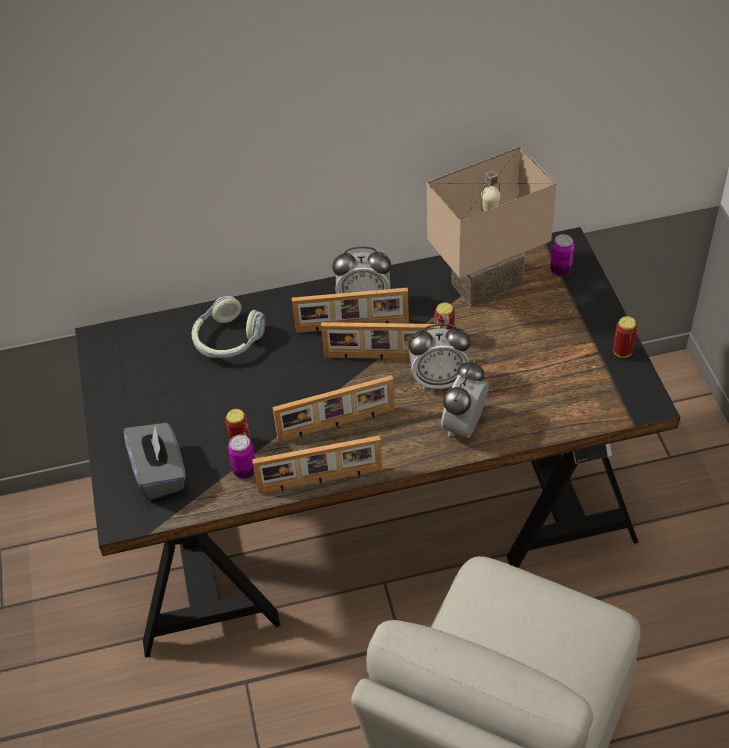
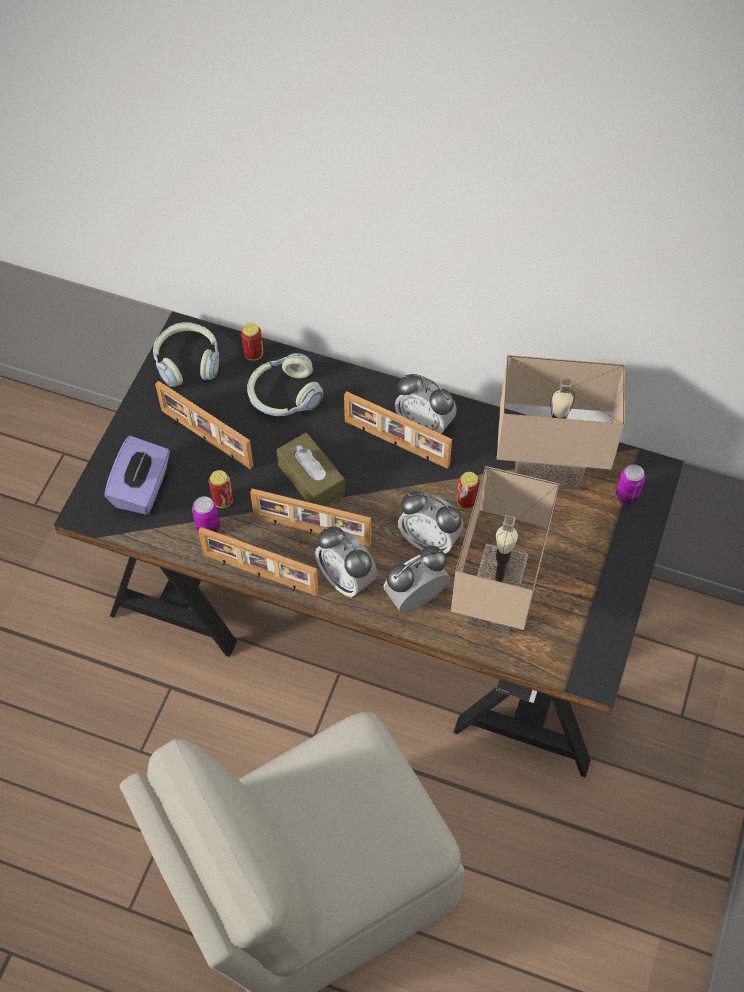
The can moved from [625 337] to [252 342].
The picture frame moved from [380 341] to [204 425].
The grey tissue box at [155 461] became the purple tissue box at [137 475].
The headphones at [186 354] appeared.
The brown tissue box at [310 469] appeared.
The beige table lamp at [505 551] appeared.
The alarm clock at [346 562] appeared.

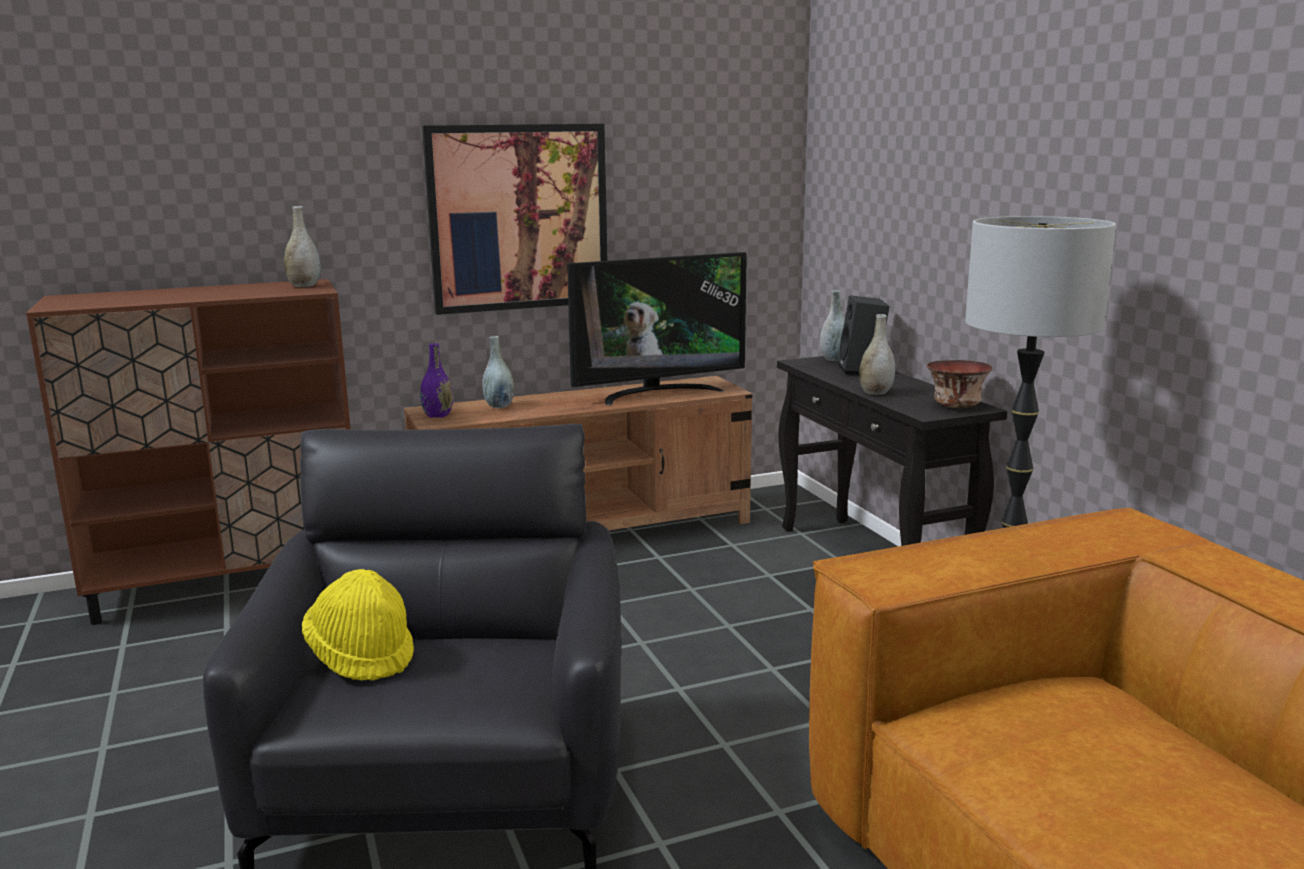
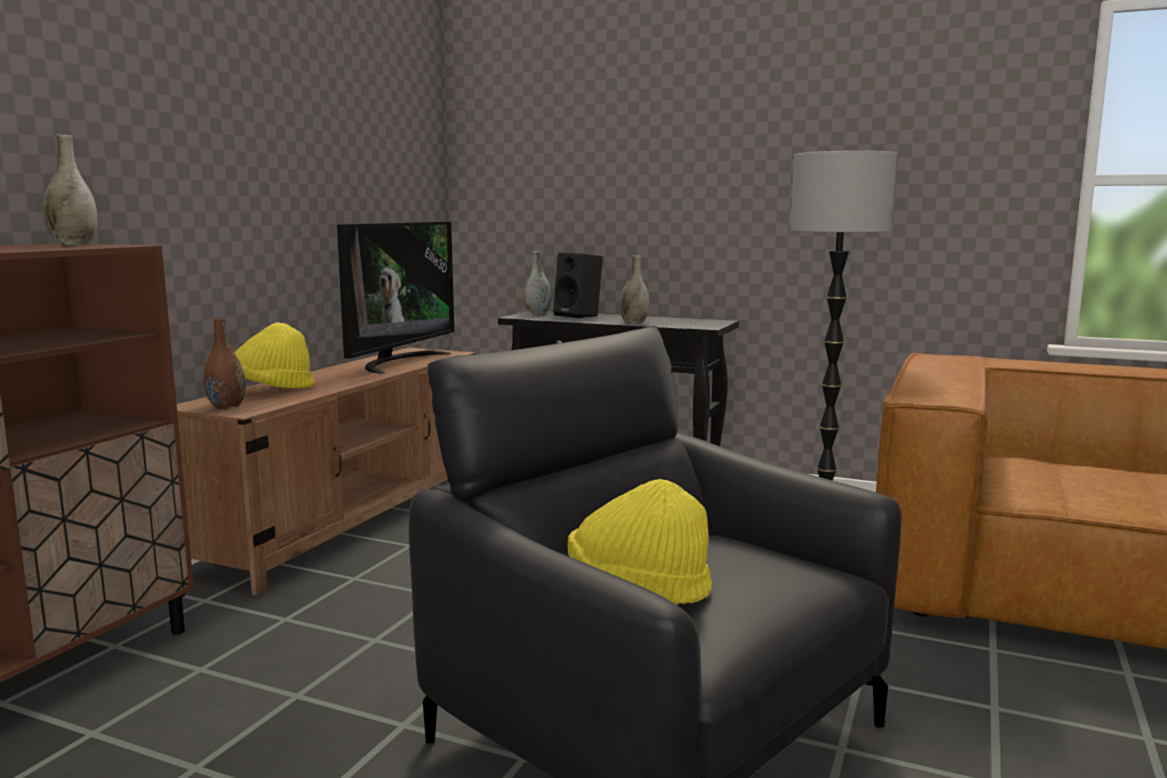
The picture at [514 219] disappeared.
The grey vase at [498 372] was replaced by the yellow hat at [275 355].
The purple vase at [436 380] became the brown vase at [225 363].
The bowl at [959 384] disappeared.

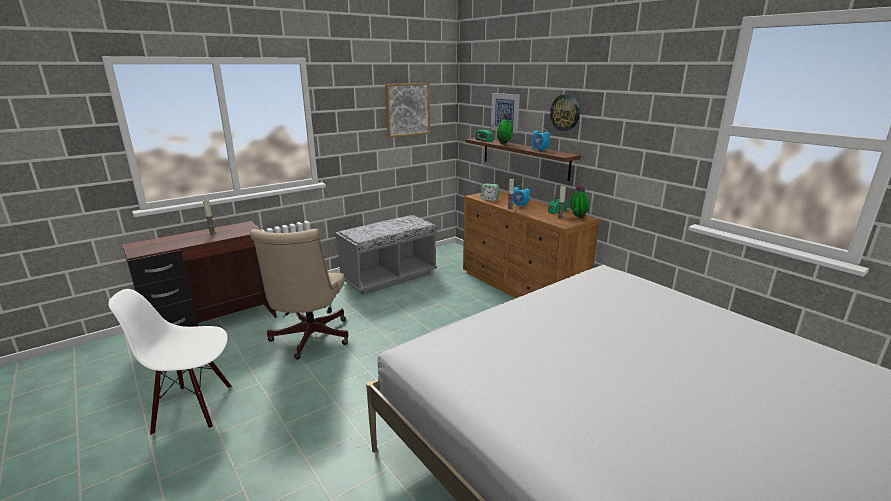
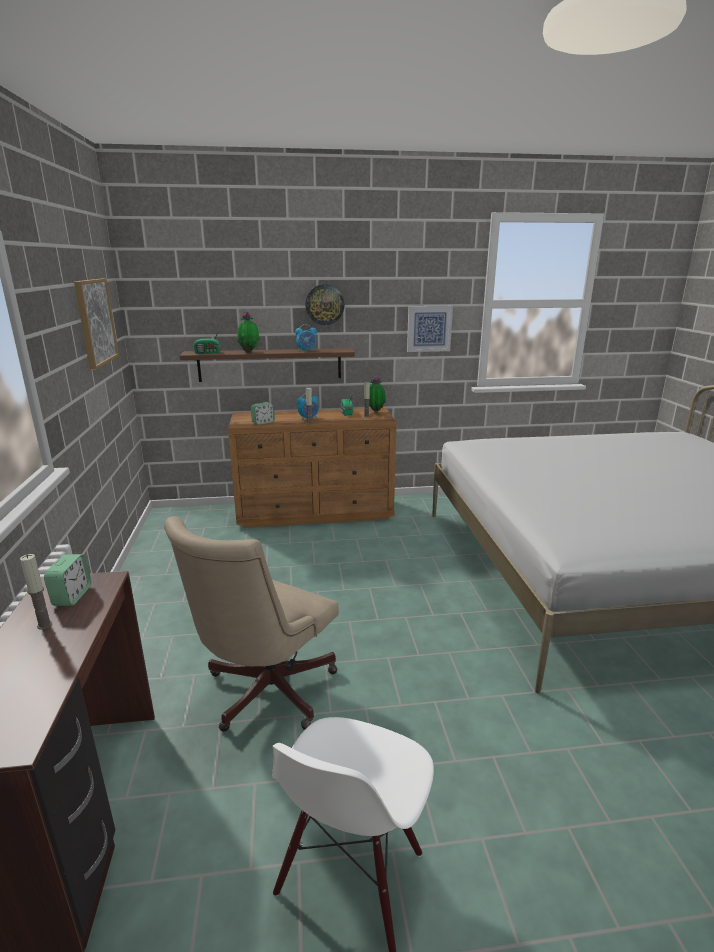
The picture moved from [505 113] to [430 329].
The grey bench at [386 255] disappeared.
The beige office chair at [299 294] turned 90 degrees clockwise.
The alarm clock at [67 580] appeared.

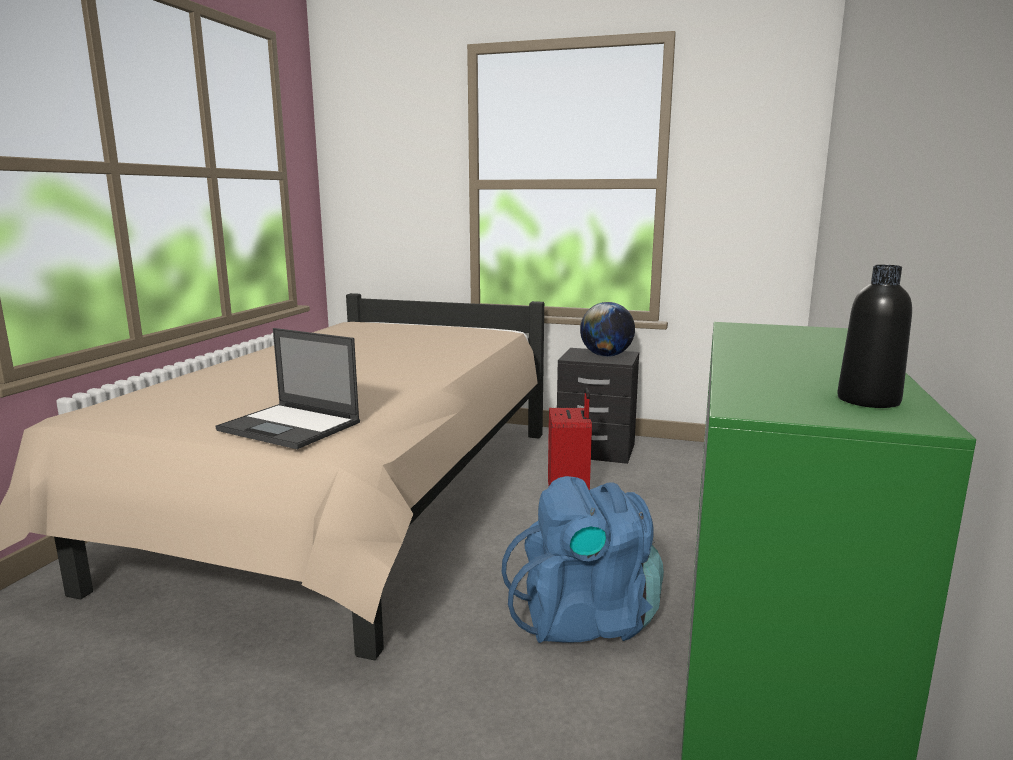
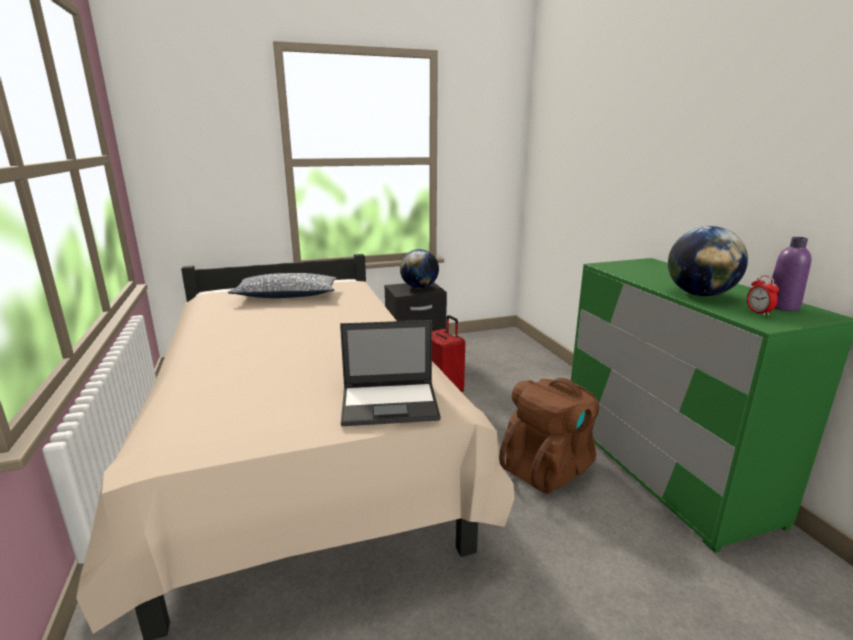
The black bottle at [874 336] became the purple bottle at [791 274].
The blue backpack at [583 559] became the brown backpack at [549 436].
The globe at [708 261] appeared.
The pillow at [282 285] appeared.
The alarm clock at [763 295] appeared.

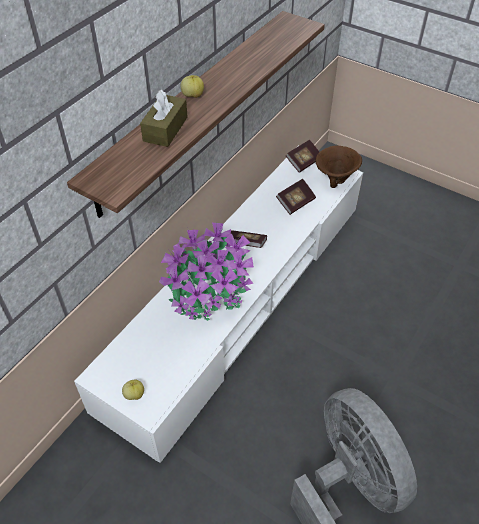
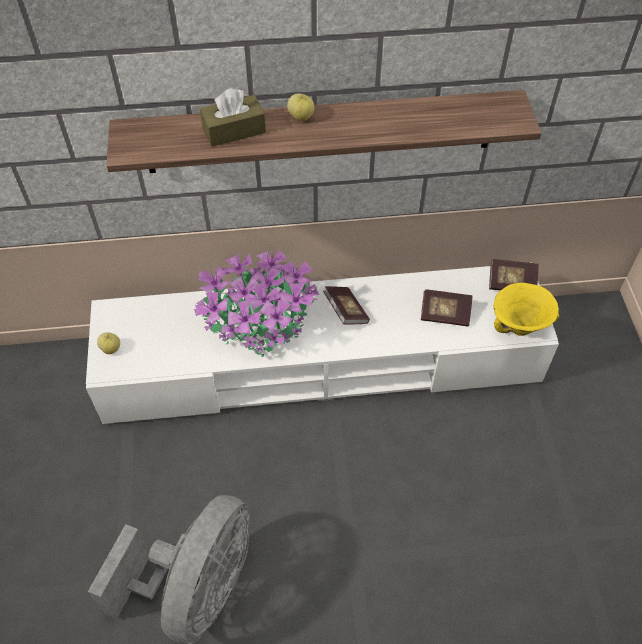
The brown bowl at [339 167] became the yellow bowl at [526 309].

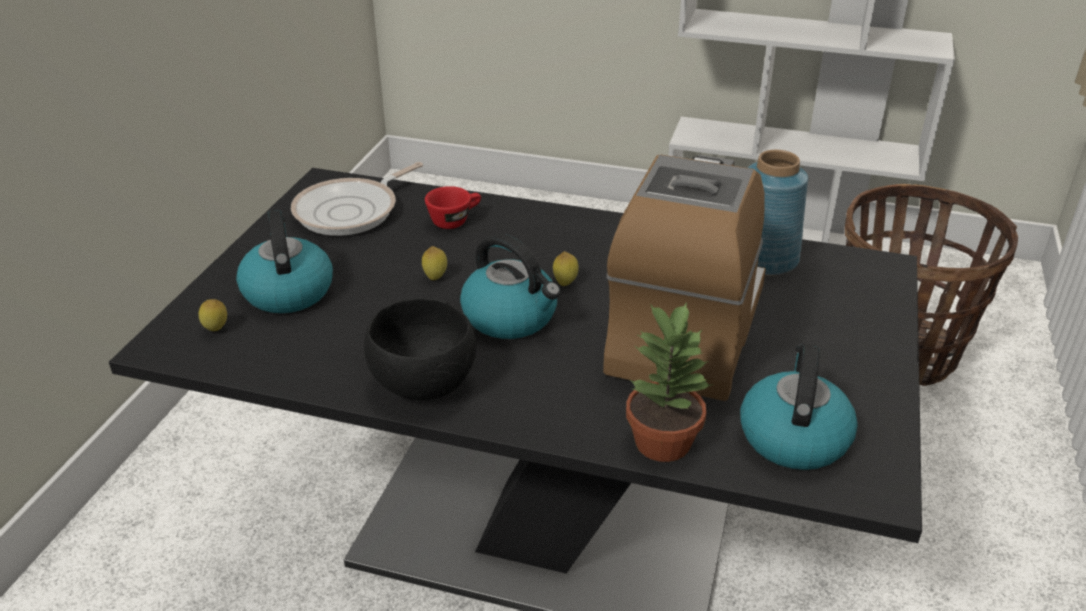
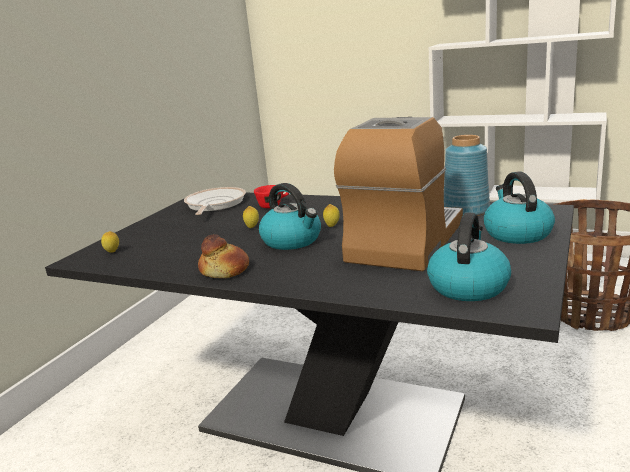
The frying pan at [357 199] turned 135 degrees clockwise.
The kettle moved from [284 261] to [519 208].
The black bowl at [420 349] was replaced by the bread at [223 256].
The potted plant at [670 382] disappeared.

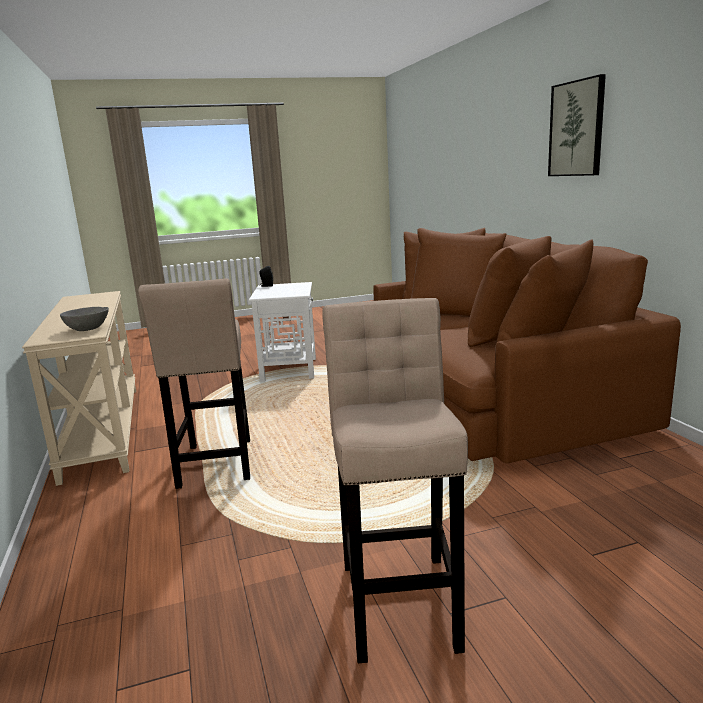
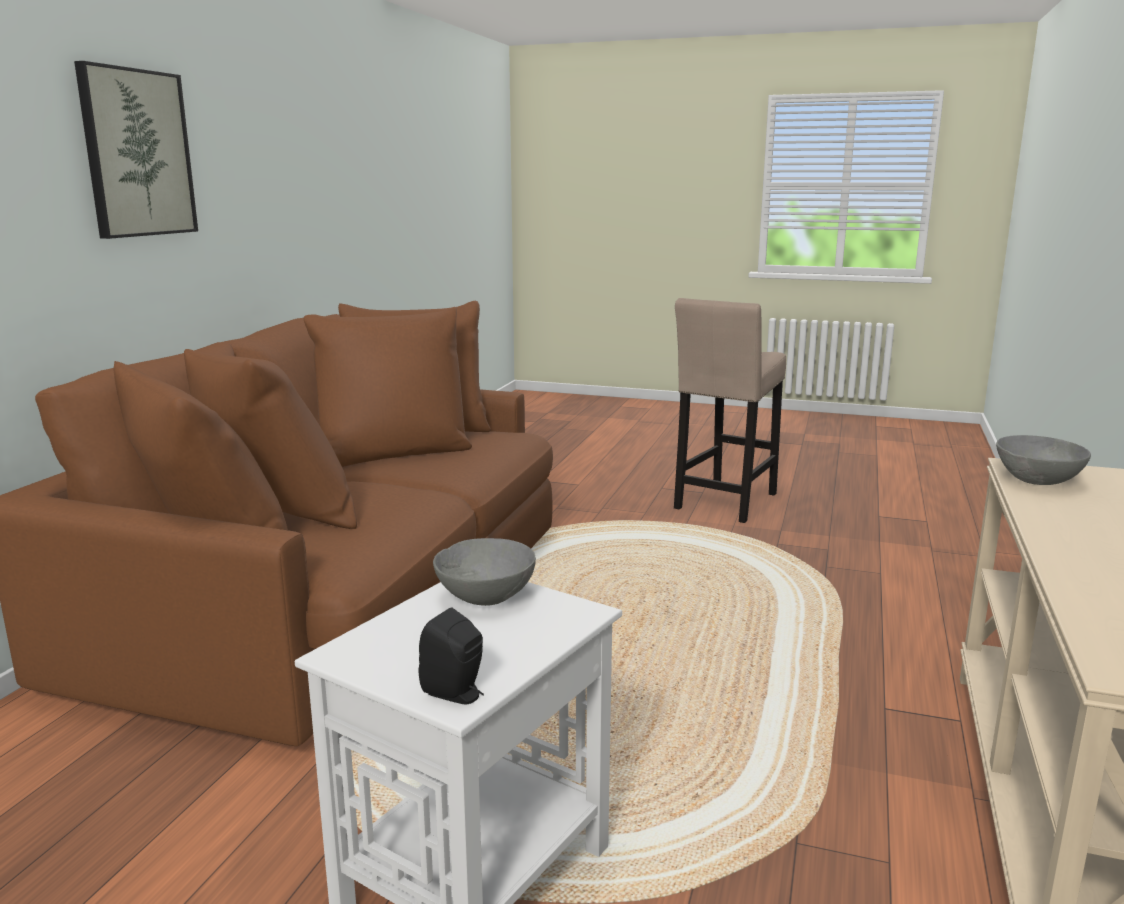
The beige stool at [194 384] disappeared.
The grey bowl at [484 572] appeared.

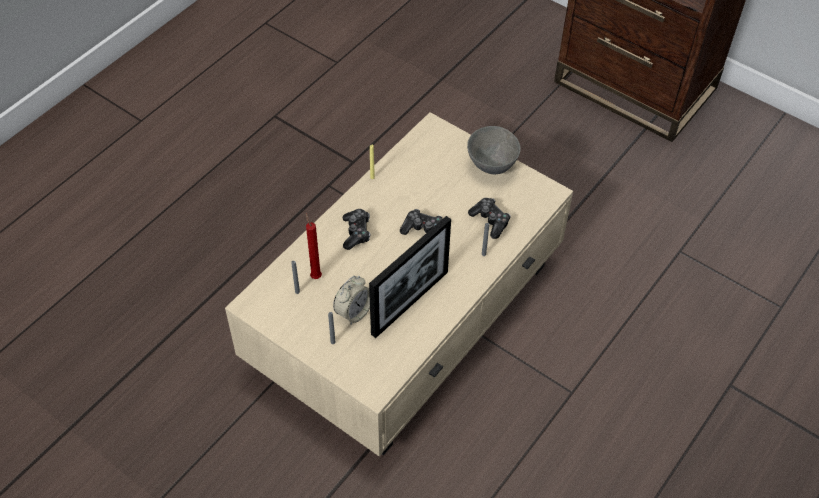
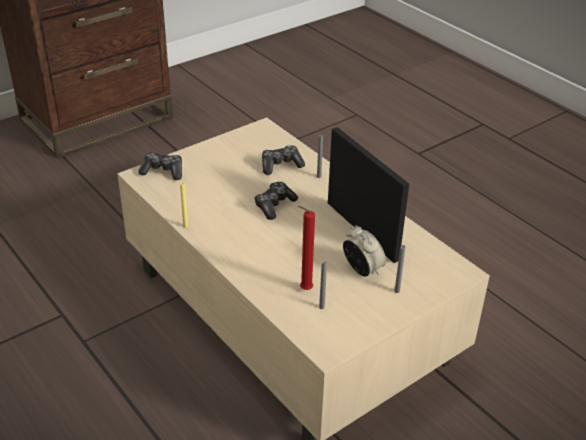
The grey bowl at [494 150] disappeared.
The game controller moved from [356 229] to [160 166].

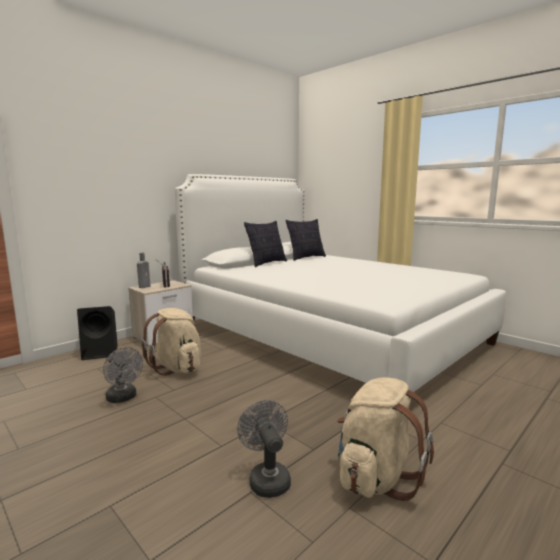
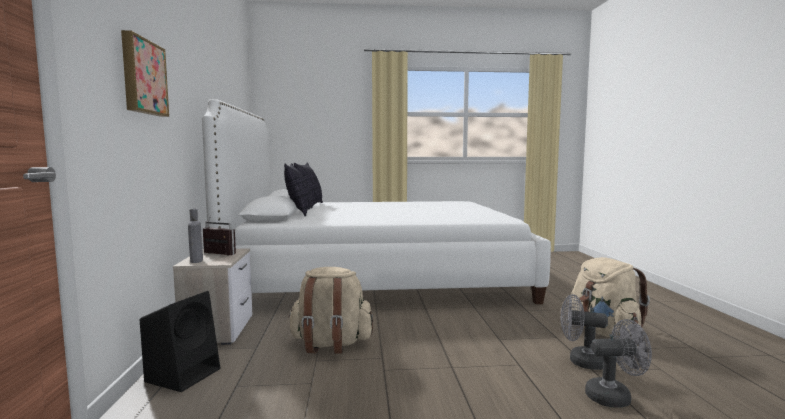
The grey fan moved from [123 375] to [618 363].
The picture at [145 73] appeared.

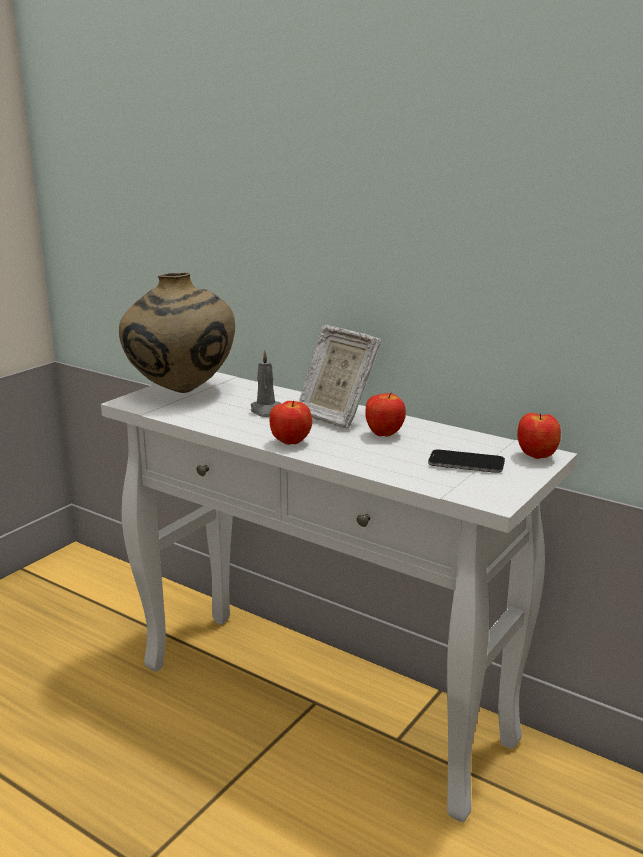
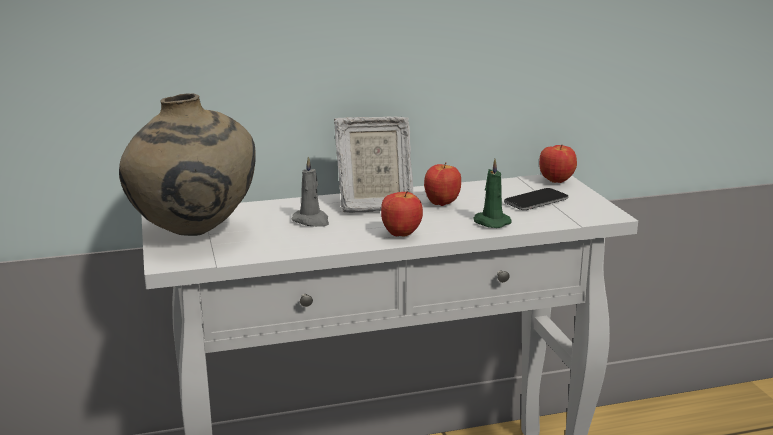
The green candle at [492 193] appeared.

